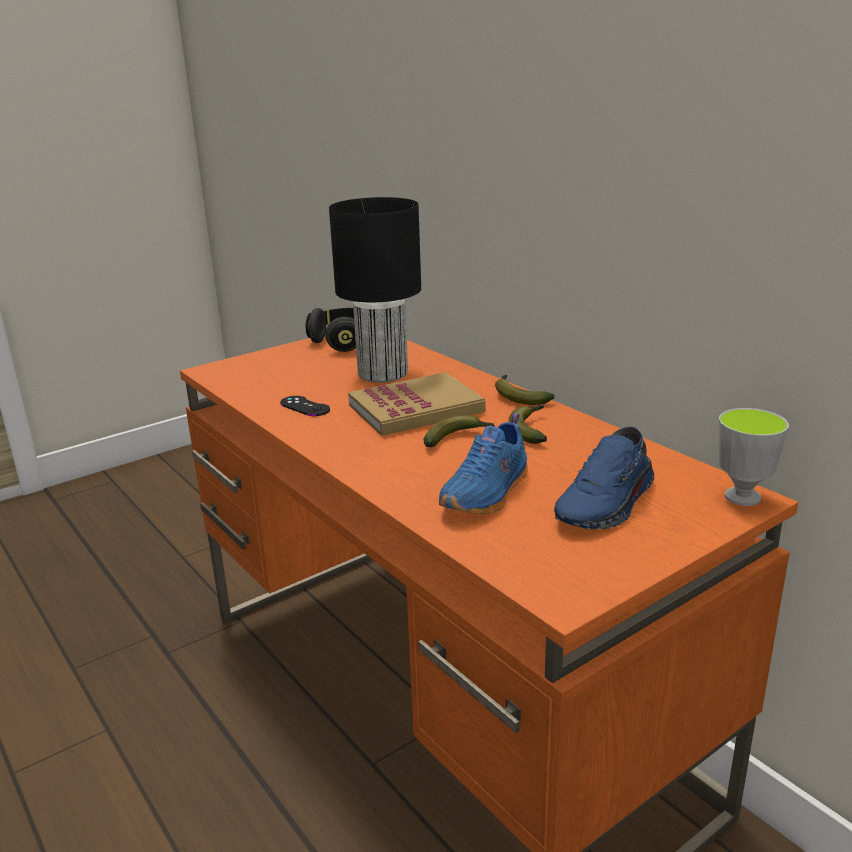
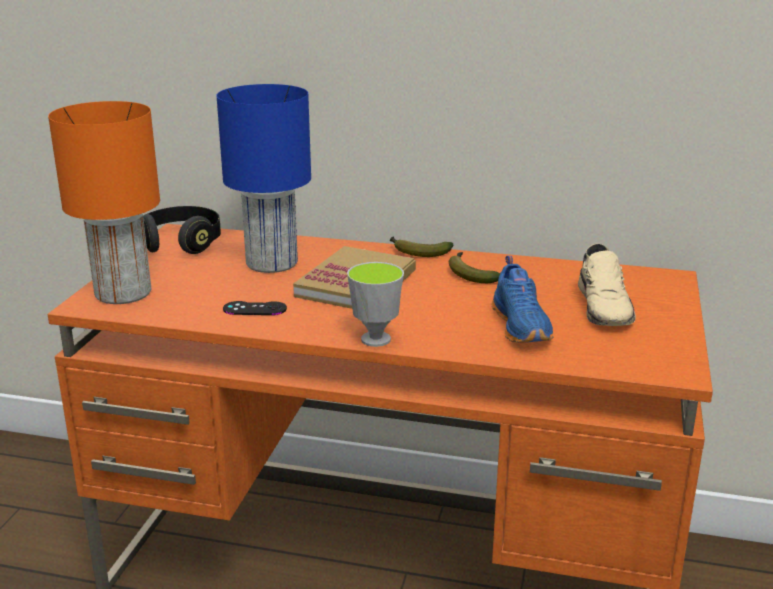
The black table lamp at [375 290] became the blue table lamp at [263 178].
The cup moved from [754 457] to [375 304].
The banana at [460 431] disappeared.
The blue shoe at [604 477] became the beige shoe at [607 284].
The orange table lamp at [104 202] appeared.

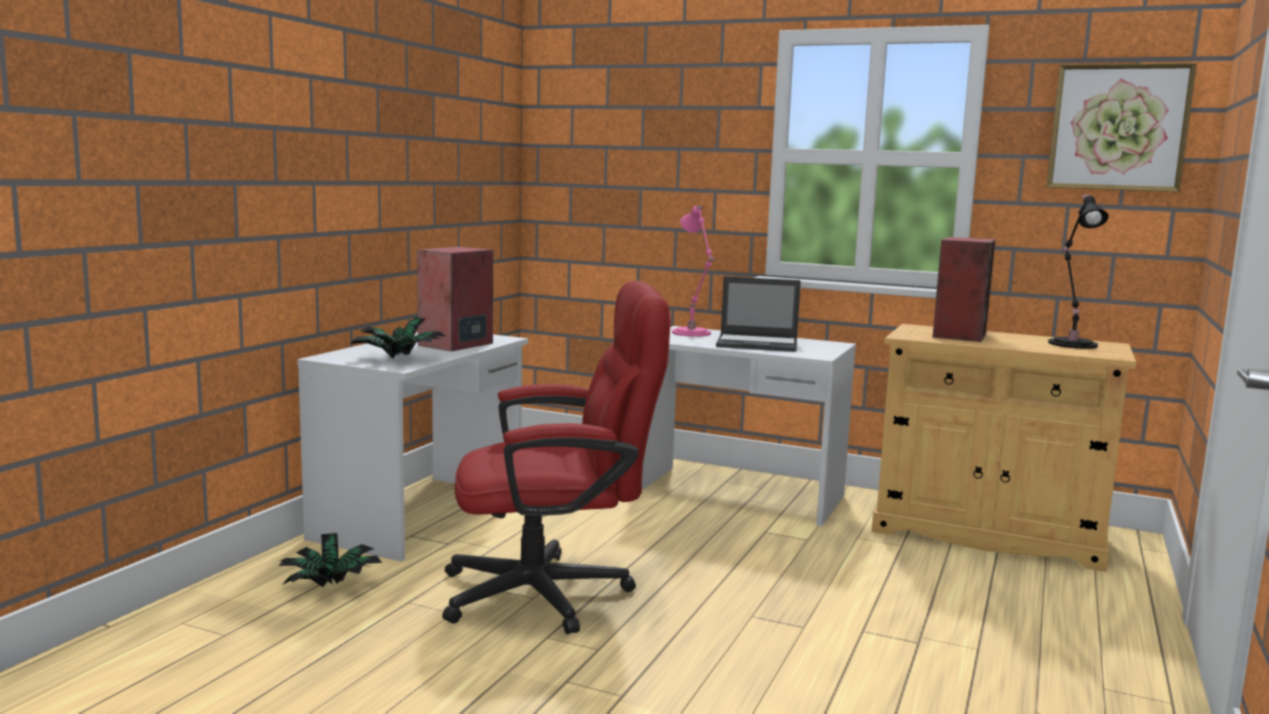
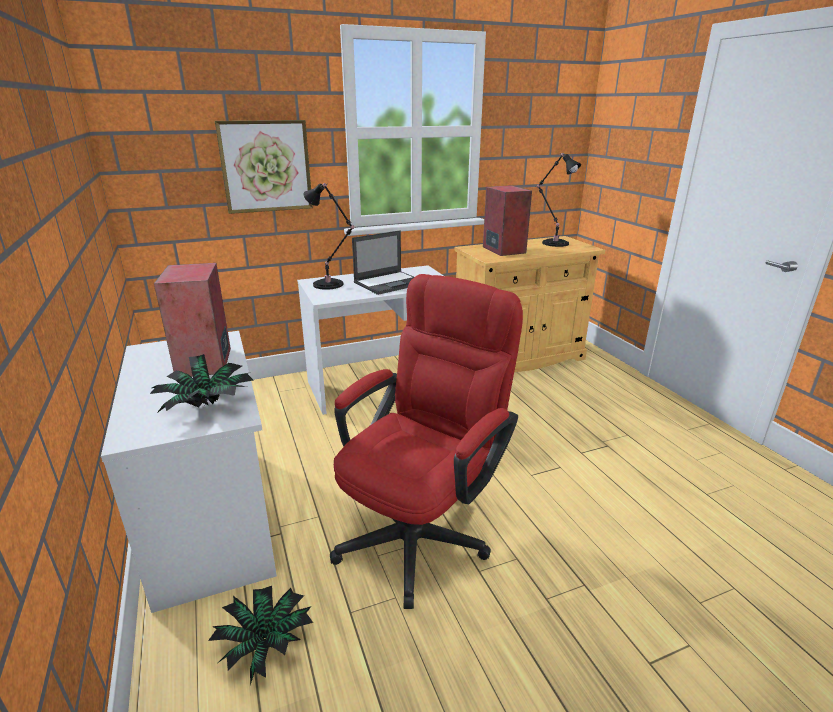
The picture moved from [1121 127] to [264 167].
The pink table lamp at [693 271] became the black table lamp at [329 236].

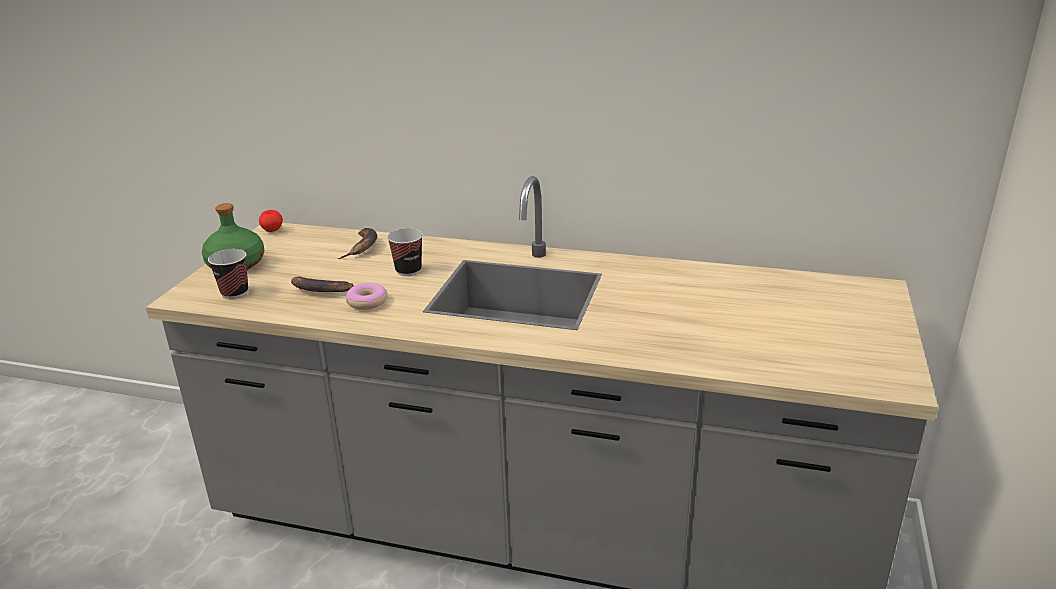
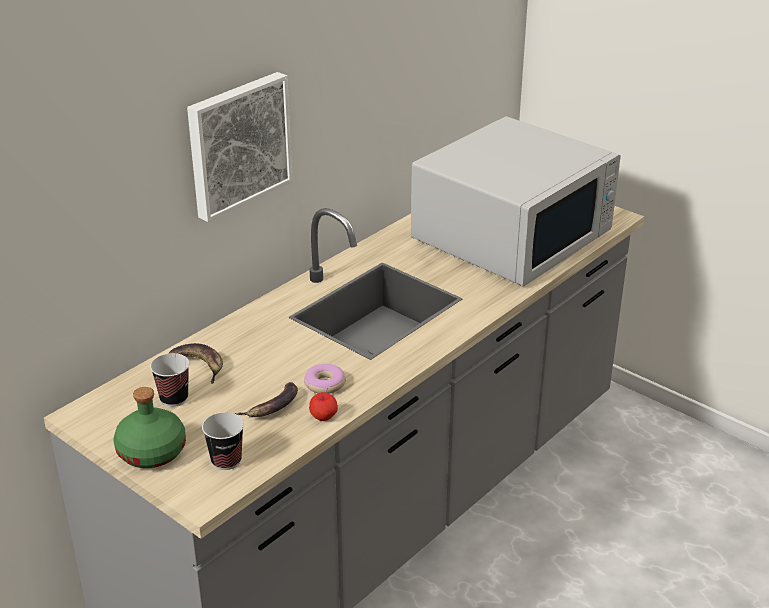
The apple moved from [271 221] to [323 406].
The cup moved from [405 252] to [170 380].
The picture at [240 147] appeared.
The white microwave at [516 201] appeared.

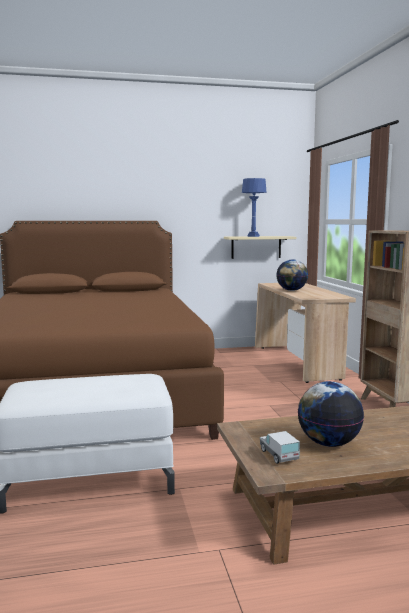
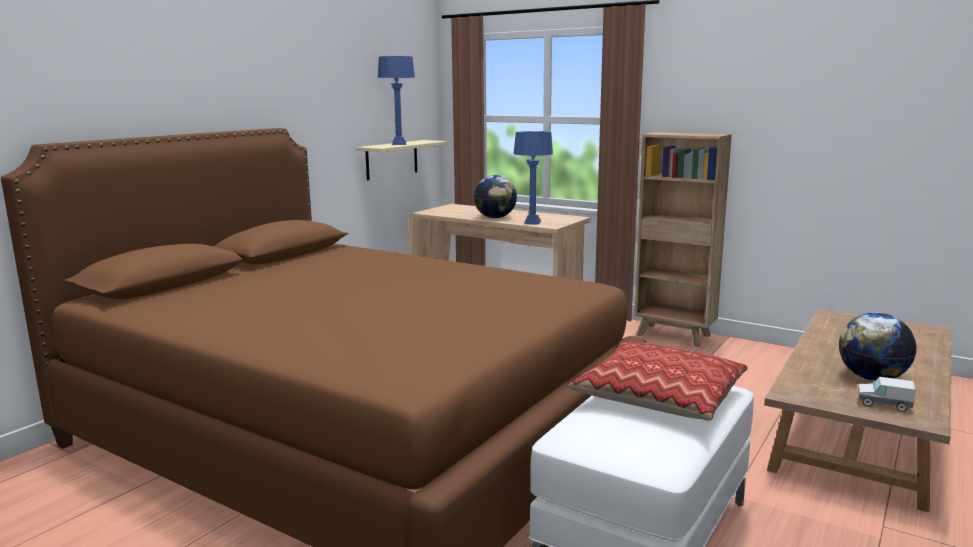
The blue table lamp at [533 178] appeared.
The pillow at [658 381] appeared.

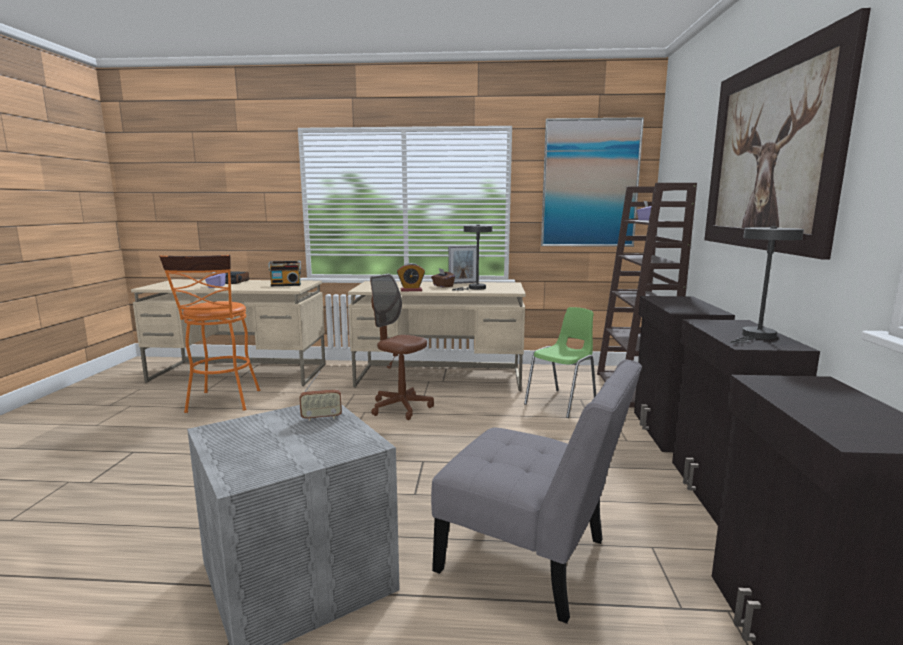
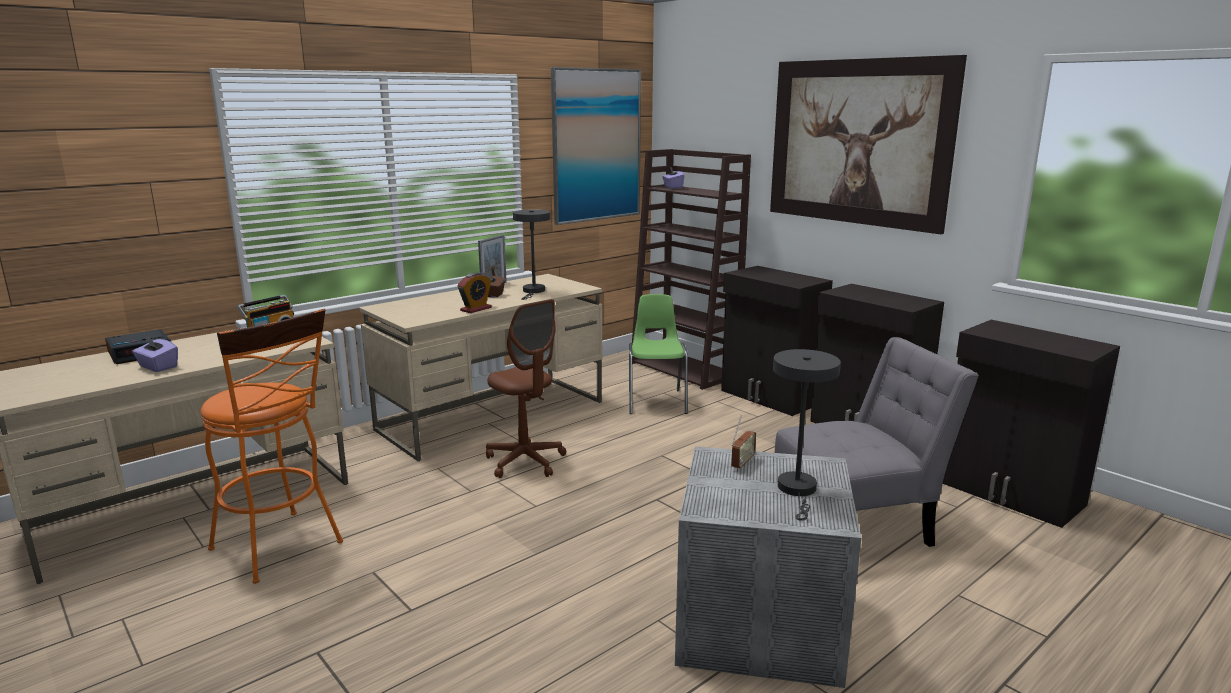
The grey table lamp moved from [767 285] to [807 435].
The brown office chair at [402 347] turned 120 degrees counterclockwise.

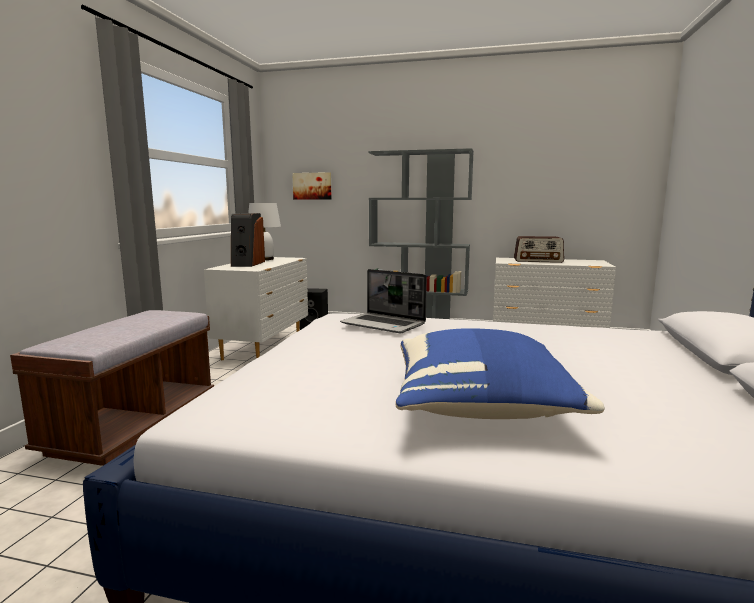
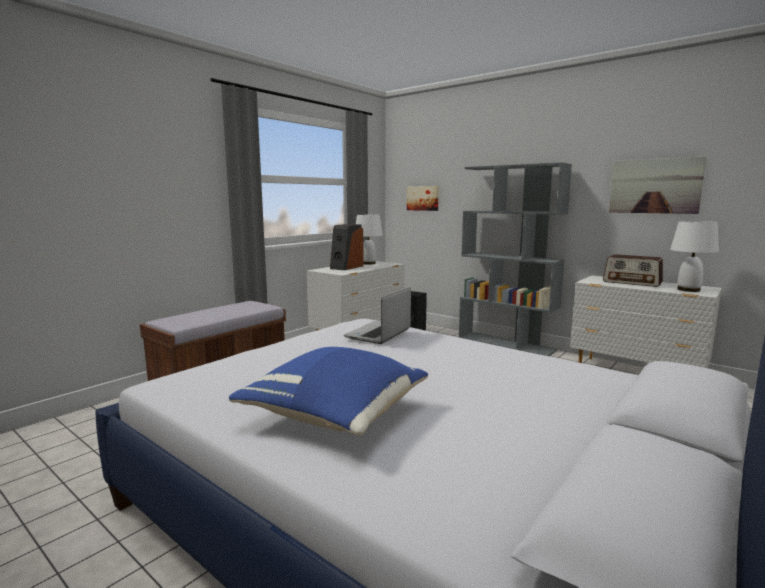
The laptop at [383 301] turned 60 degrees clockwise.
The picture at [657 185] appeared.
The white table lamp at [694 256] appeared.

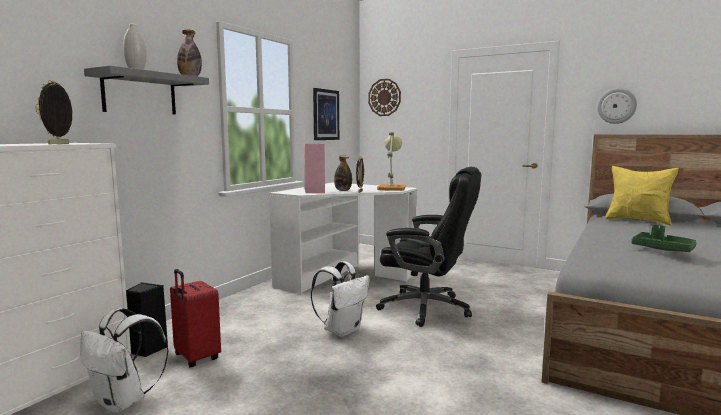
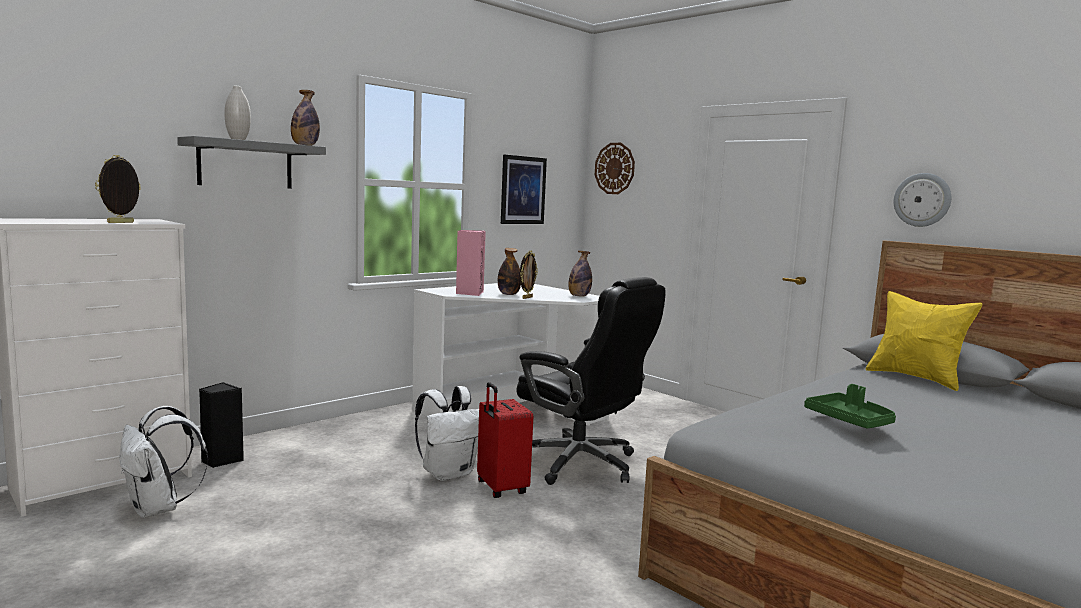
The table lamp at [391 161] was replaced by the bottle at [580 274].
The red suitcase moved from [195 318] to [505 440].

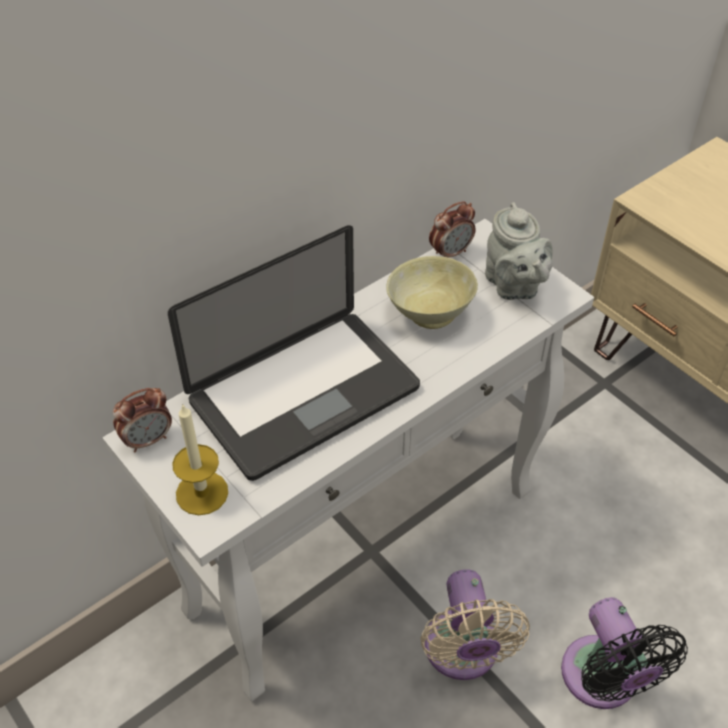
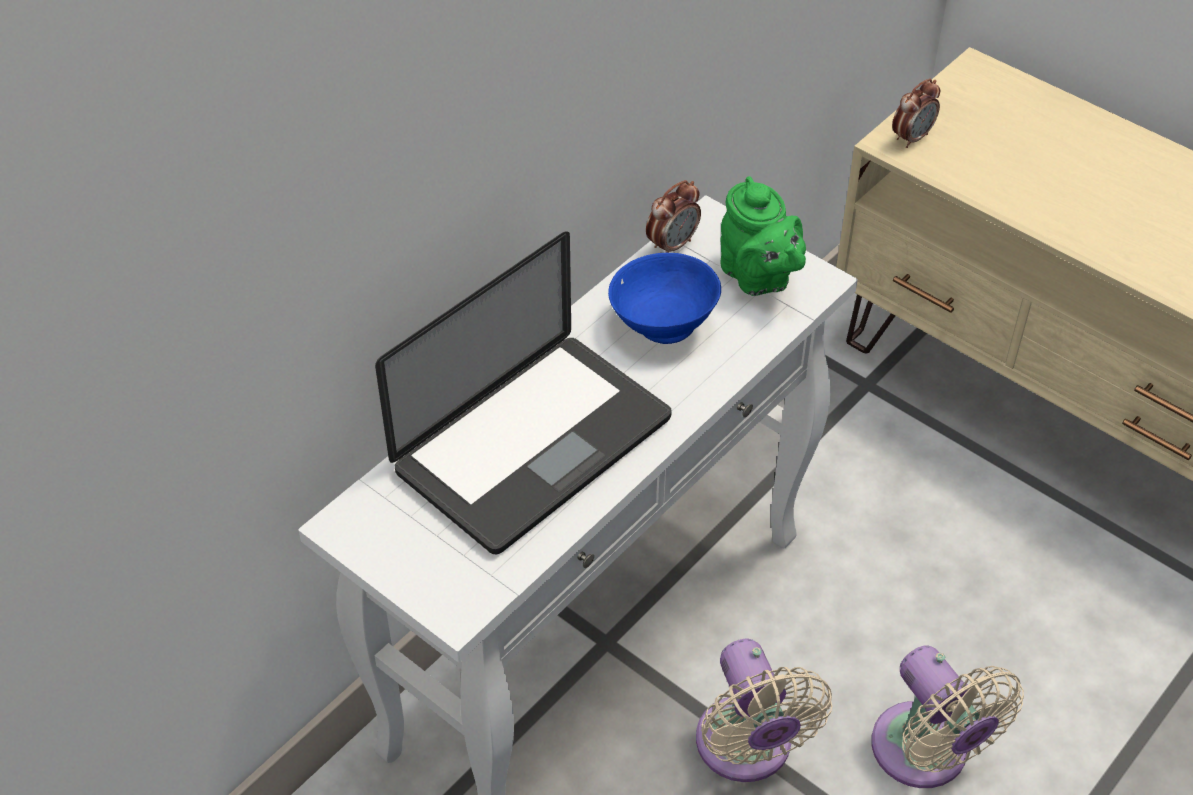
The grey teapot at [519 251] became the green teapot at [763 236].
The beige bowl at [432 292] became the blue bowl at [664 298].
The alarm clock moved from [142 420] to [916 113].
The candle at [200 459] disappeared.
The black fan at [624 653] became the beige fan at [947 716].

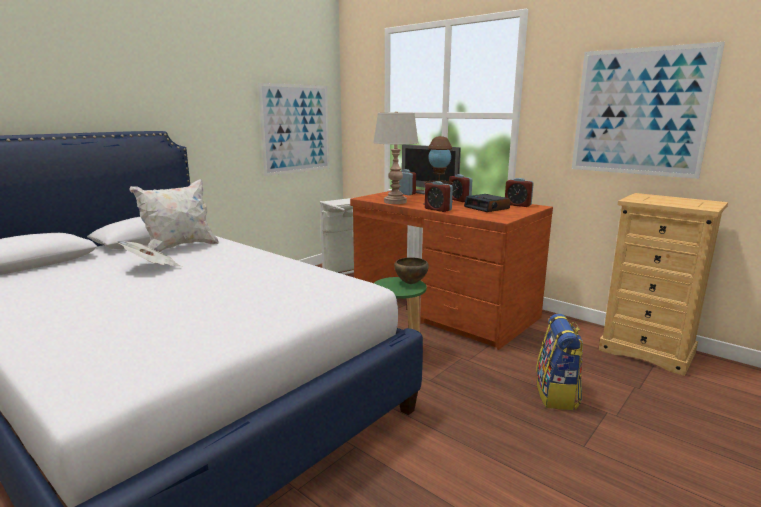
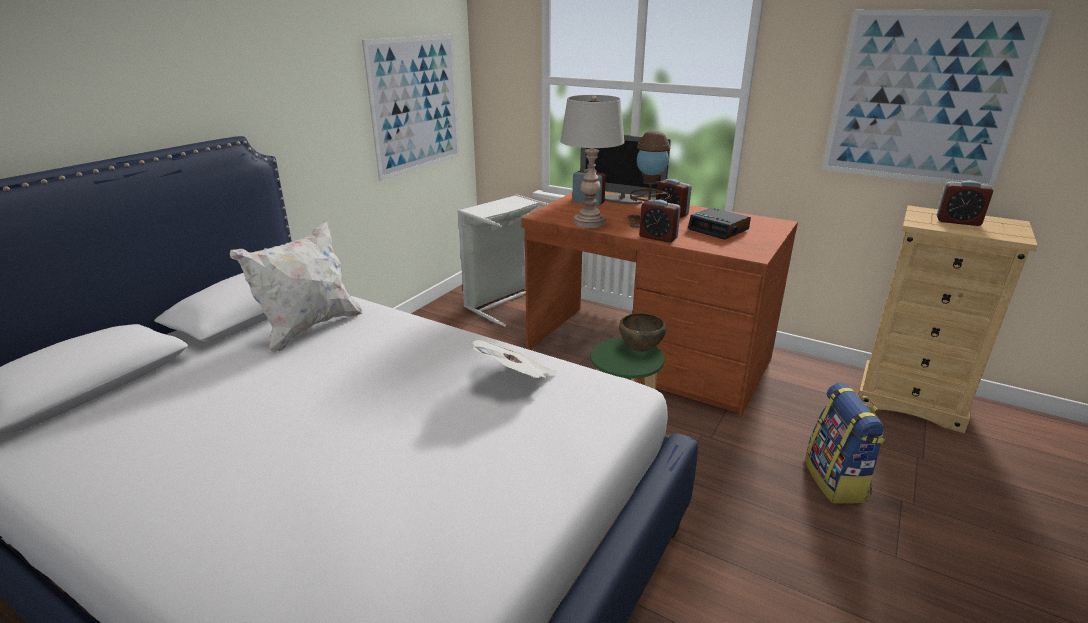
The alarm clock moved from [519 192] to [965 203].
The newspaper moved from [148 254] to [514 359].

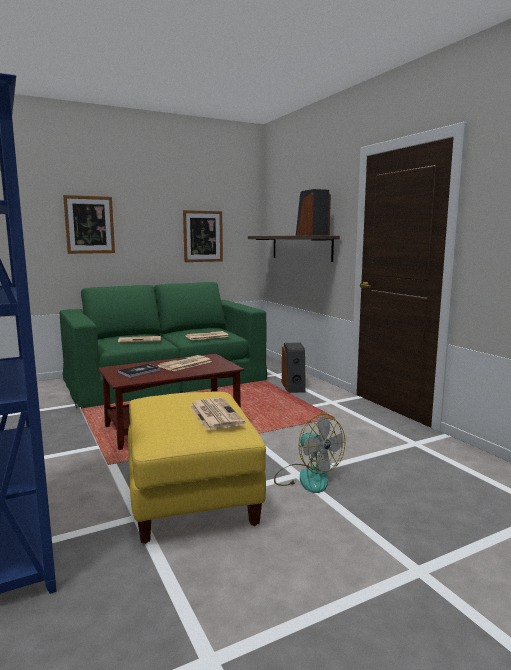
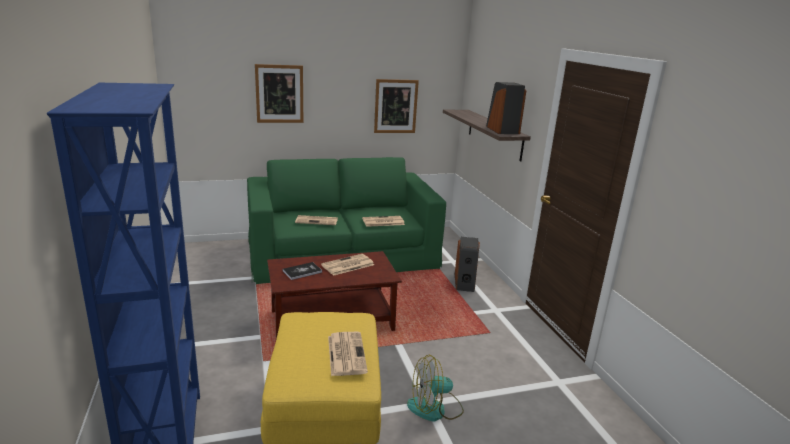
The fan at [309 453] turned 105 degrees clockwise.

